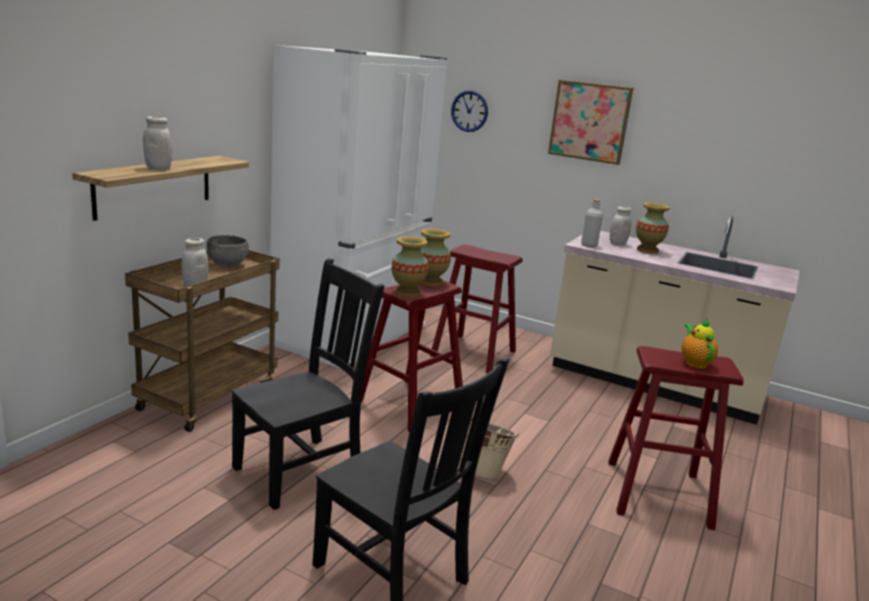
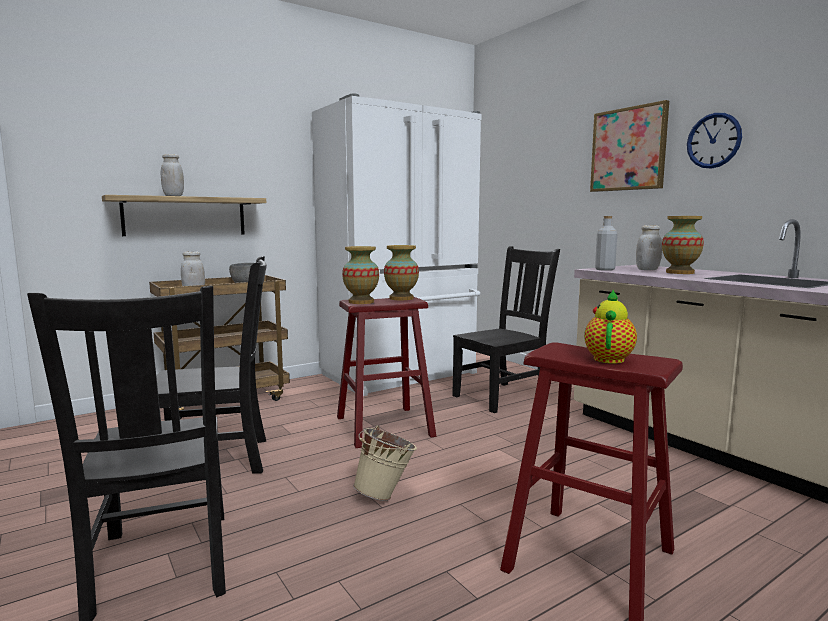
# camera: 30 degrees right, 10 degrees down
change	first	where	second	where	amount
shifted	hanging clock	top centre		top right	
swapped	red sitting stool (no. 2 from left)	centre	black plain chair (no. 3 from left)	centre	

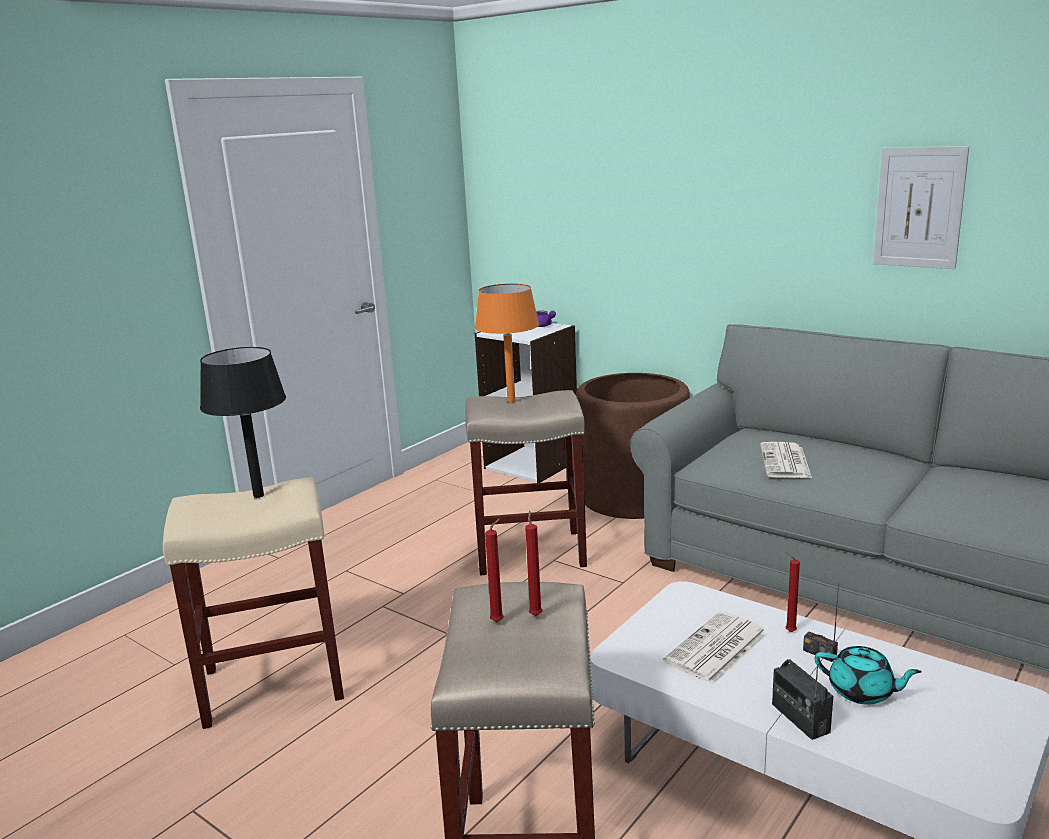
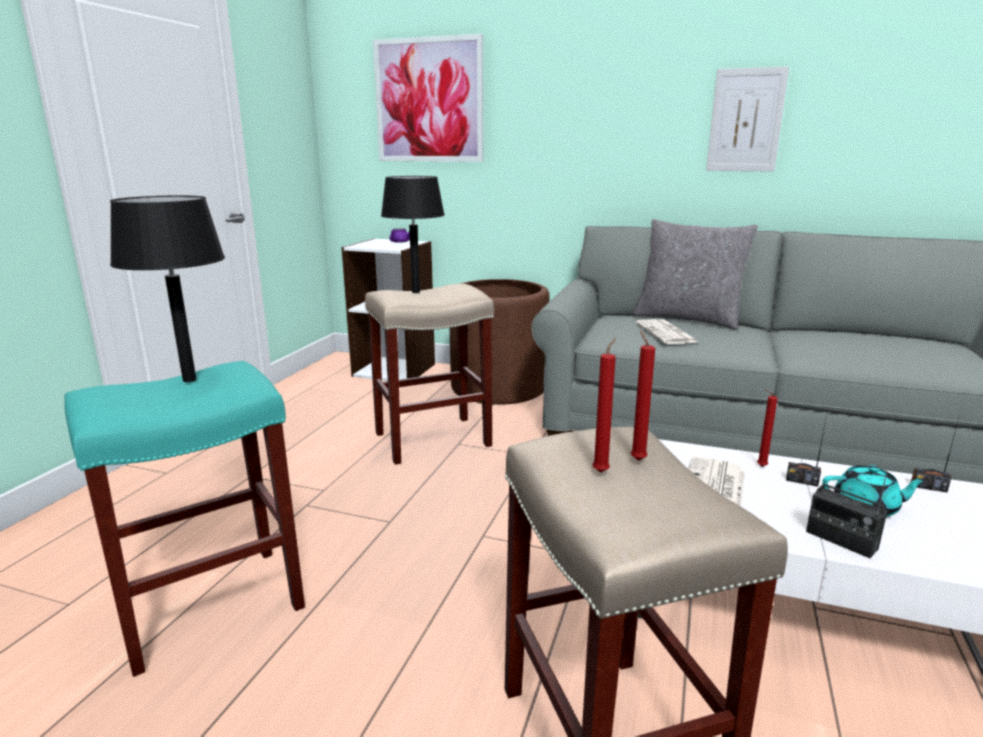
# camera: 20 degrees left, 0 degrees up
change	first	where	second	where	amount
repainted	orange tabletop lamp	centre	black tabletop lamp (no. 2 from left)	top centre	
repainted	sand-coloured sitting stool (no. 1 from left)	bottom left	turquoise-coloured sitting stool	bottom left	
new			wall picture (no. 1 from left)	top centre	
new			greyish throw pillow	middle right	
new			radio receiver (no. 3 from left)	middle right	

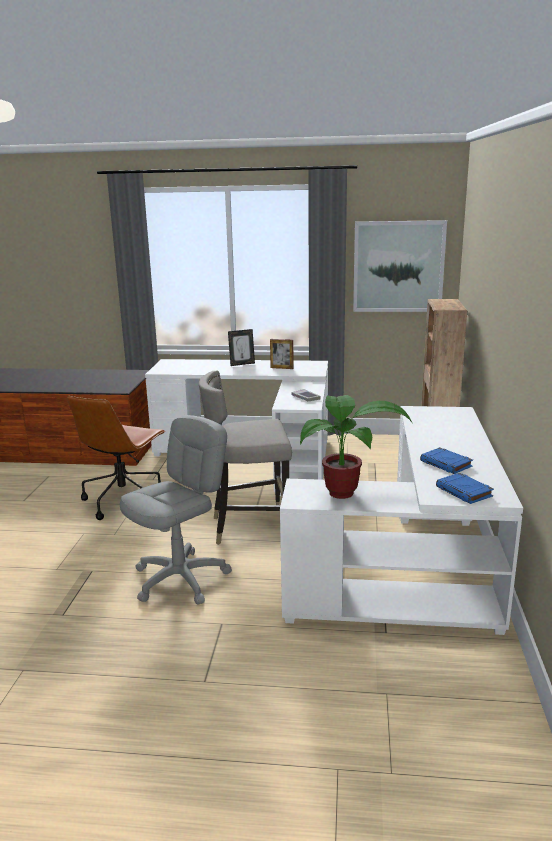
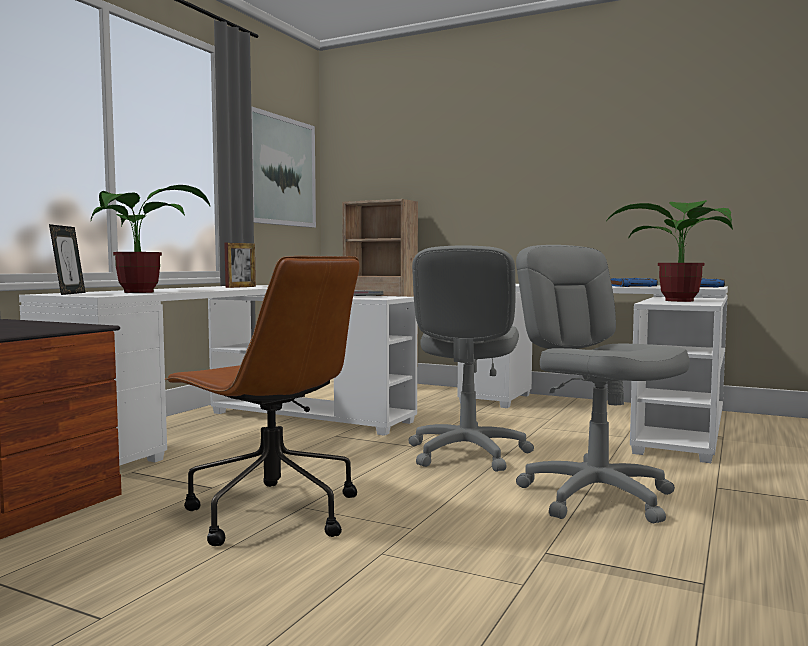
# camera: 70 degrees left, 15 degrees down
change	first	where	second	where	amount
shifted	photo frame (no. 1 from left)	centre		middle left	
swapped	greyish sitting stool	centre	greyish desk chair (no. 1 from left)	centre	
new			houseplant (no. 1 from left)	middle left	

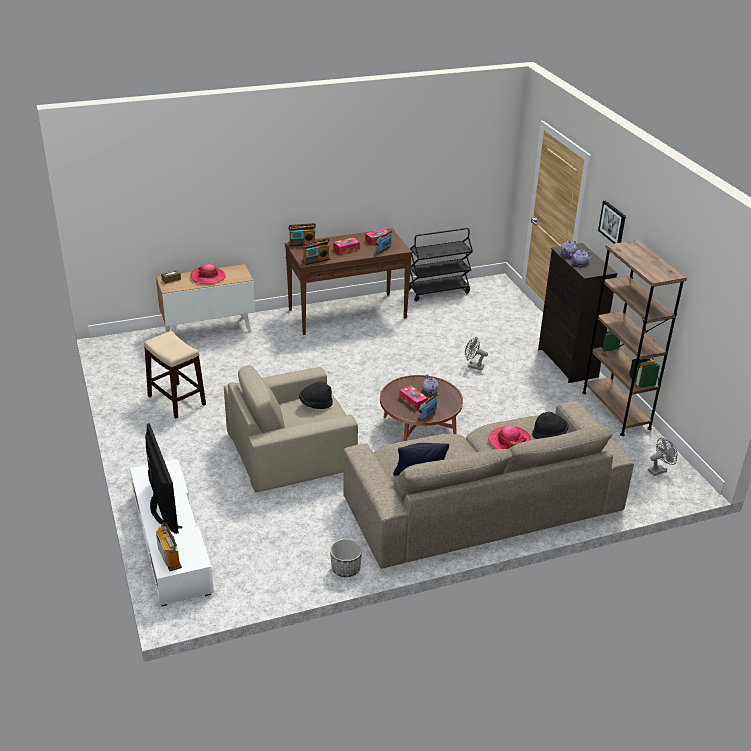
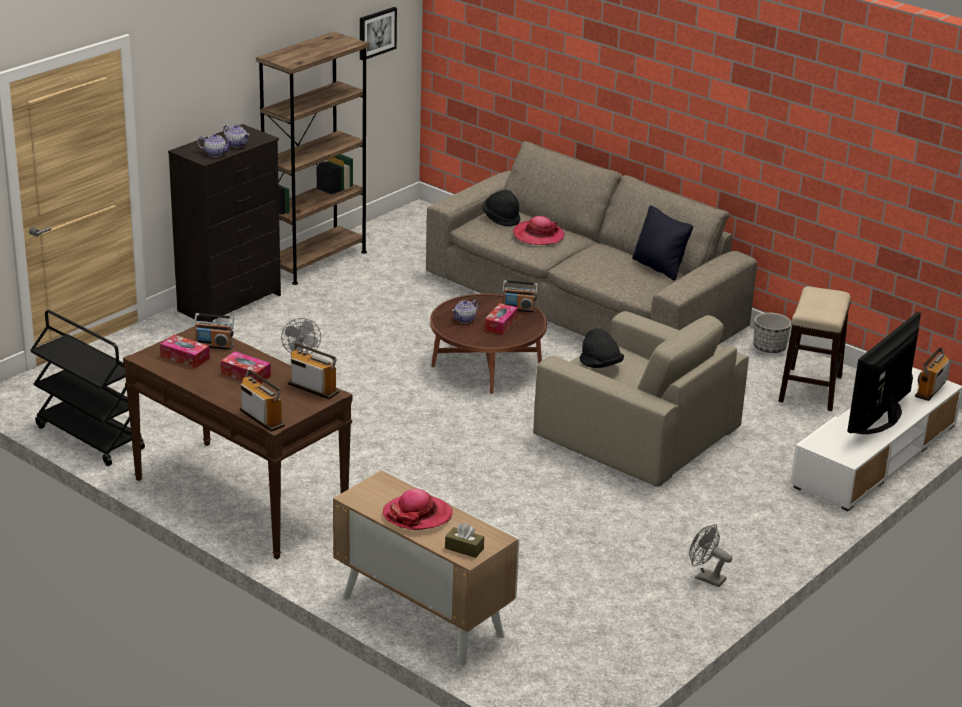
# camera: 120 degrees left, 5 degrees down
change	first	where	second	where	amount
shifted	wall picture	top right		top centre	
shifted	sitting stool	middle left		middle right	
shifted	greyish cooling fan (no. 2 from left)	middle right		bottom right	

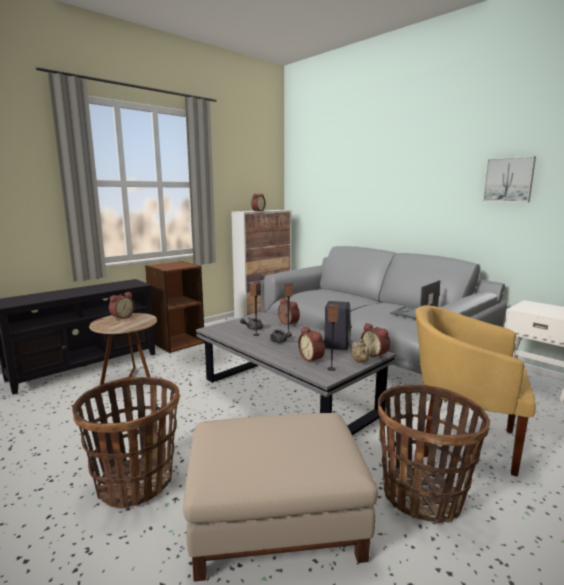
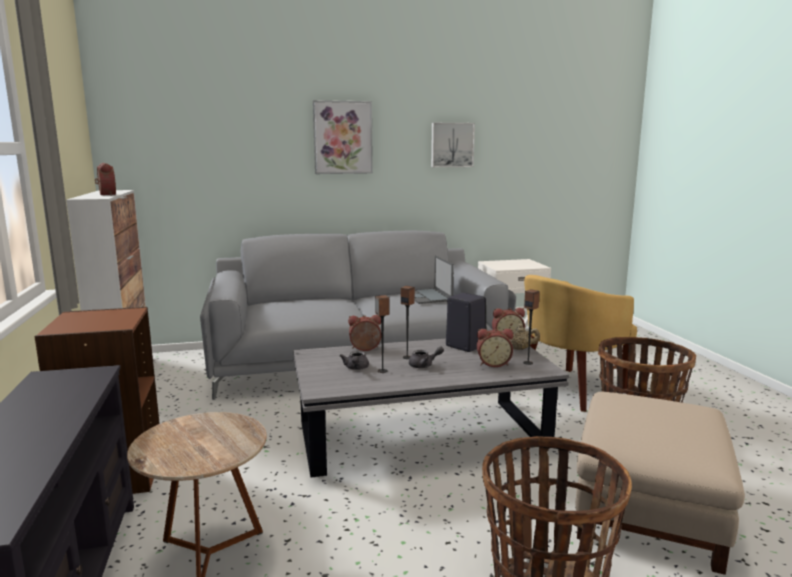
# camera: 60 degrees left, 0 degrees up
change	first	where	second	where	amount
gone	table clock (no. 1 from left)	middle left			
new			wall picture (no. 1 from left)	top centre	

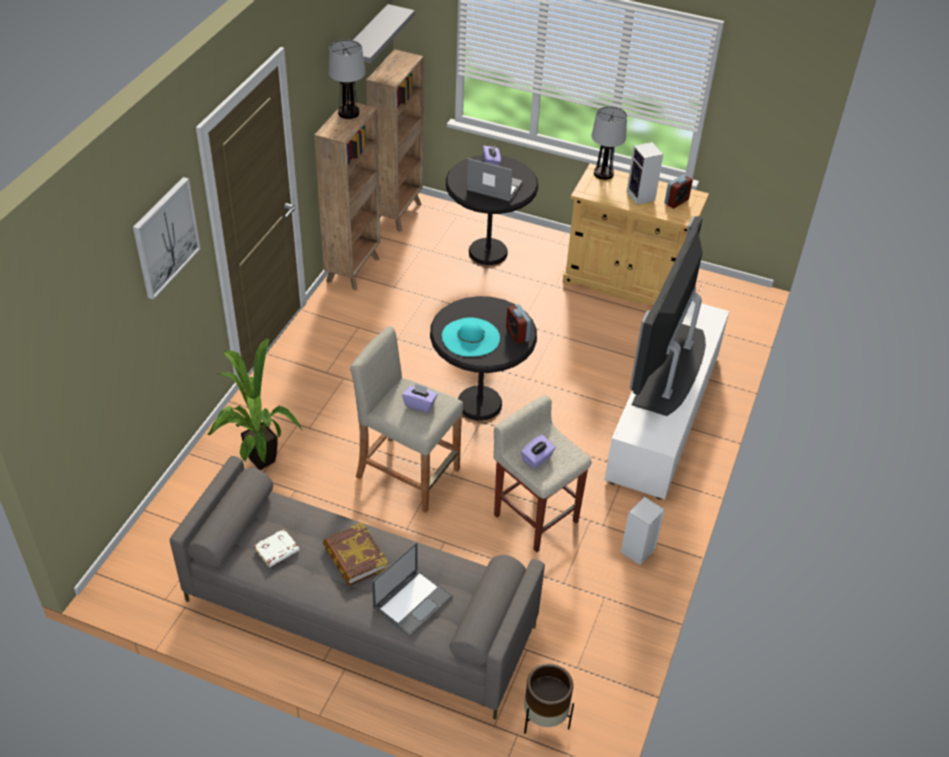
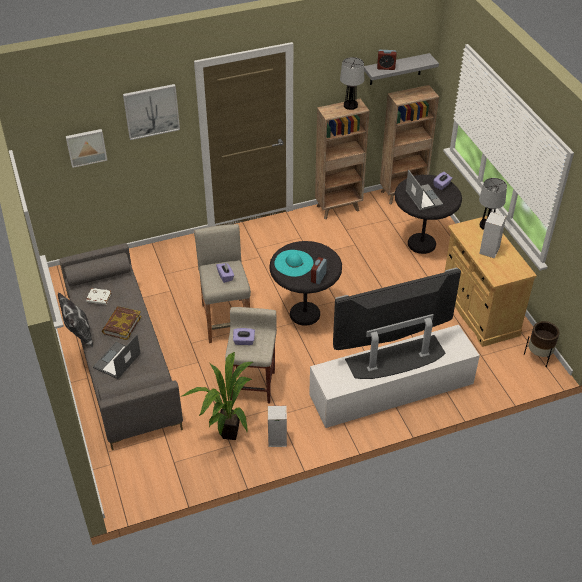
# camera: 50 degrees right, 0 degrees up
change	first	where	second	where	amount
shifted	table clock (no. 2 from left)	top right		top centre	
shifted	houseplant	middle left		bottom centre	
rotated	laptop (no. 1 from left)	bottom centre		middle left	120 degrees clockwise
shifted	brownish planter	bottom centre		middle right	
new			wall picture (no. 1 from left)	top left	
new			throw pillow	middle left	

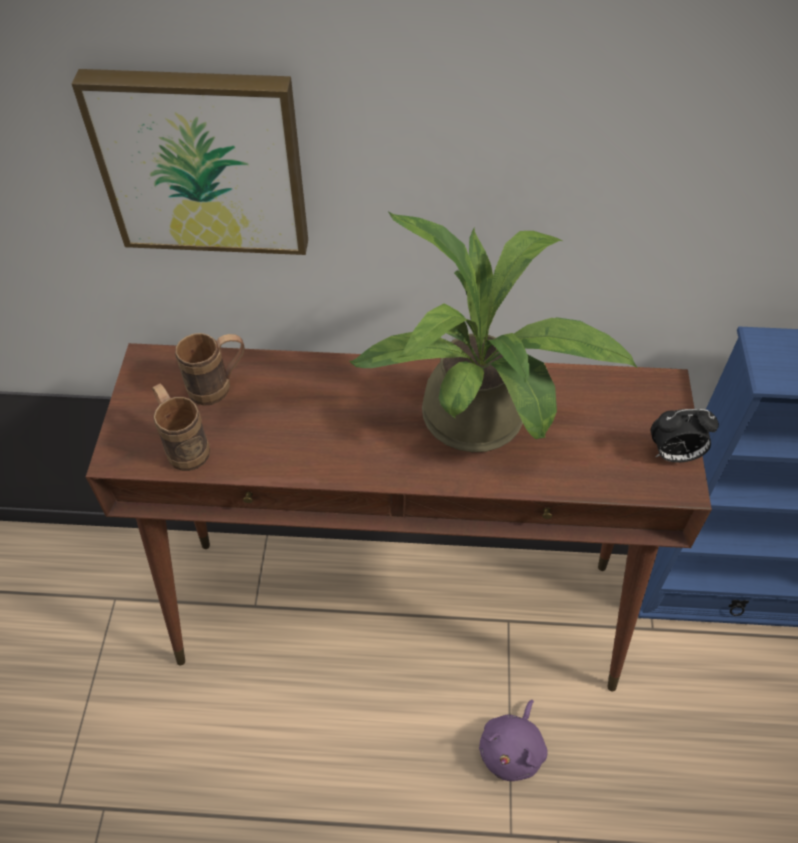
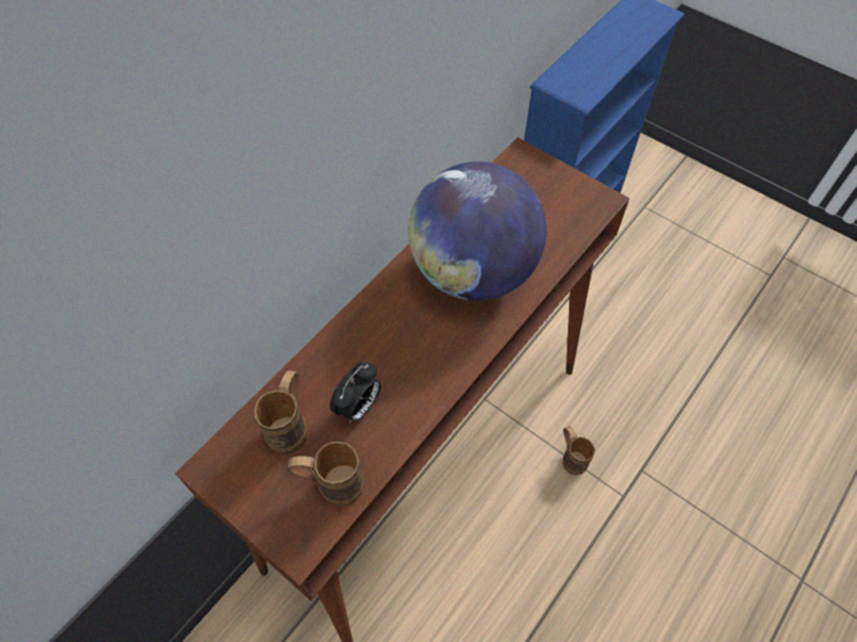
# camera: 55 degrees left, 5 degrees up
change	first	where	second	where	amount
gone	wall picture	top left			
swapped	houseplant	centre	world globe	centre	
shifted	table clock	middle right		centre	
swapped	purple cuddly toy	bottom centre	brownish tea mug (no. 3 from left)	bottom right	

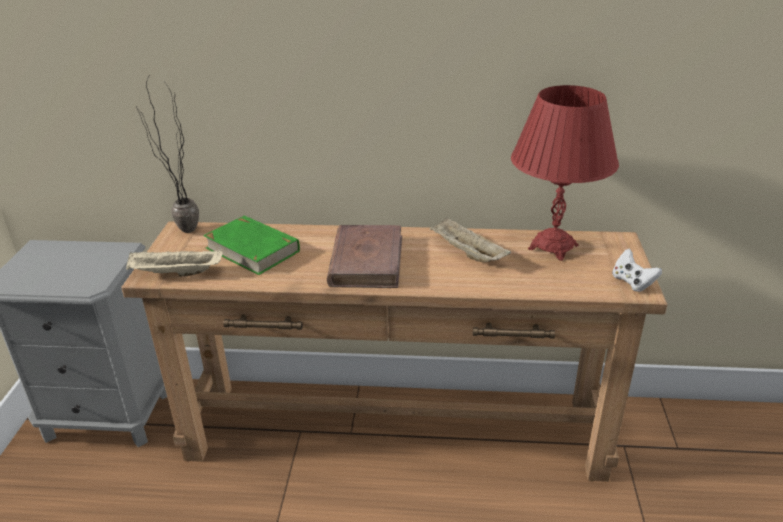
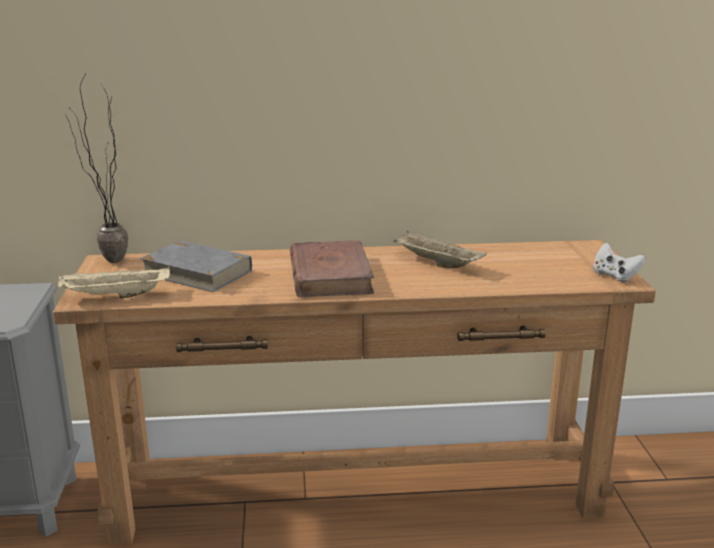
# camera: 10 degrees left, 10 degrees down
change	first	where	second	where	amount
gone	red tabletop lamp	top right			
repainted	green-coloured book	middle left	greyish book	middle left	

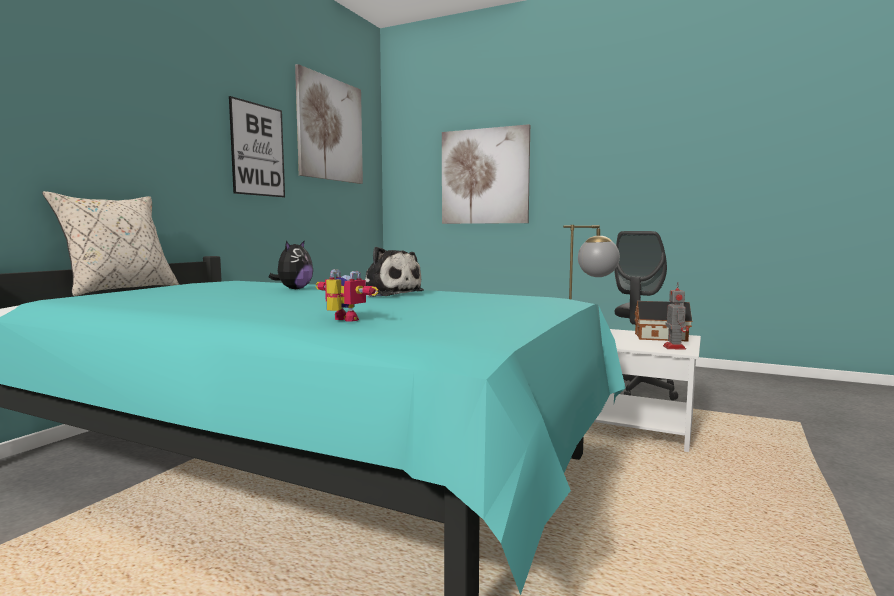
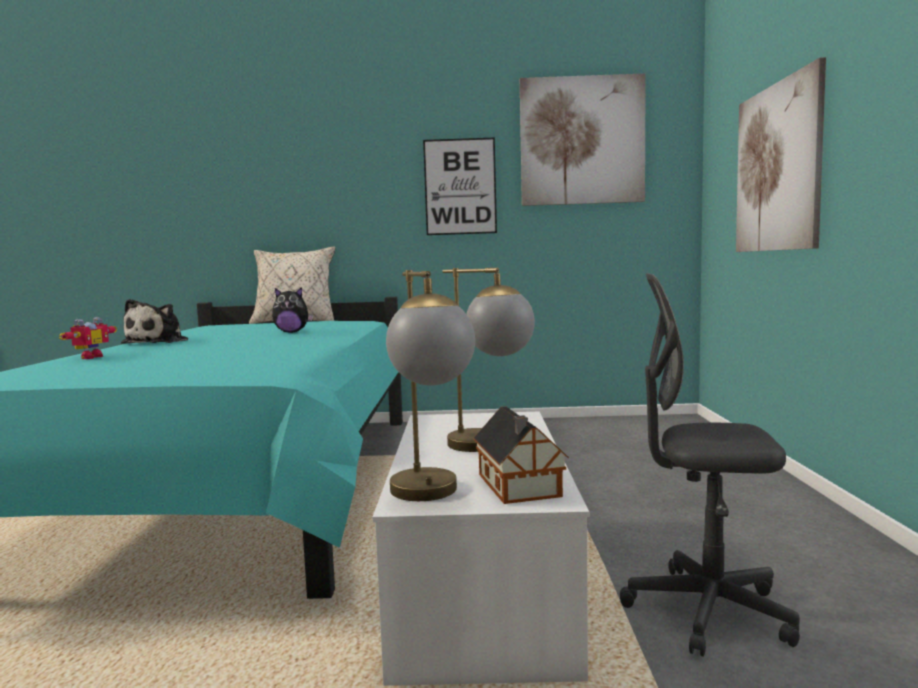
# camera: 65 degrees right, 0 degrees up
change	first	where	second	where	amount
shifted	cuddly toy (no. 2 from left in the first image)	centre	cuddly toy (no. 1 from left)	middle left	
swapped	model robot (no. 2 from left)	middle right	tabletop lamp (no. 1 from left)	centre	

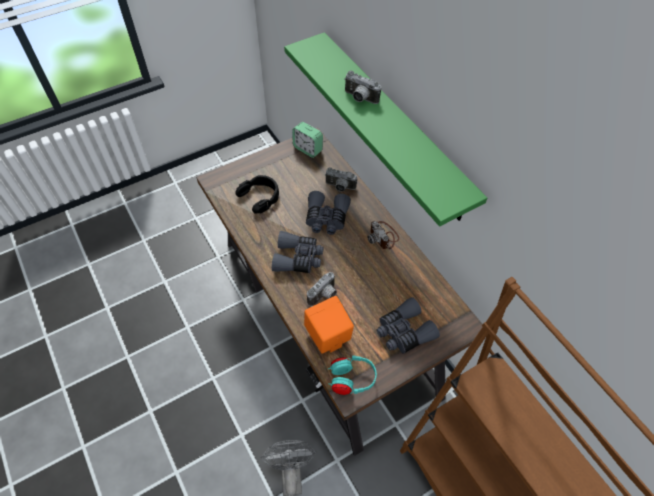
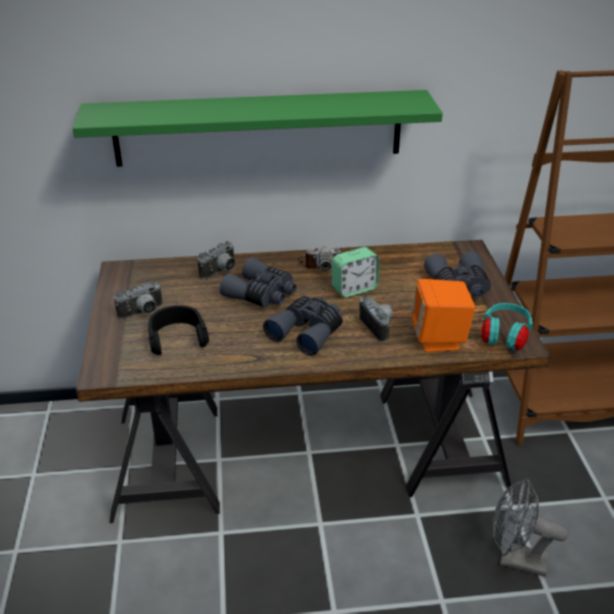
# camera: 65 degrees left, 20 degrees down
change	first	where	second	where	amount
shifted	photo camera (no. 3 from left in the first image)	top centre	photo camera (no. 1 from left)	middle left	
shifted	table clock	top centre		centre	

